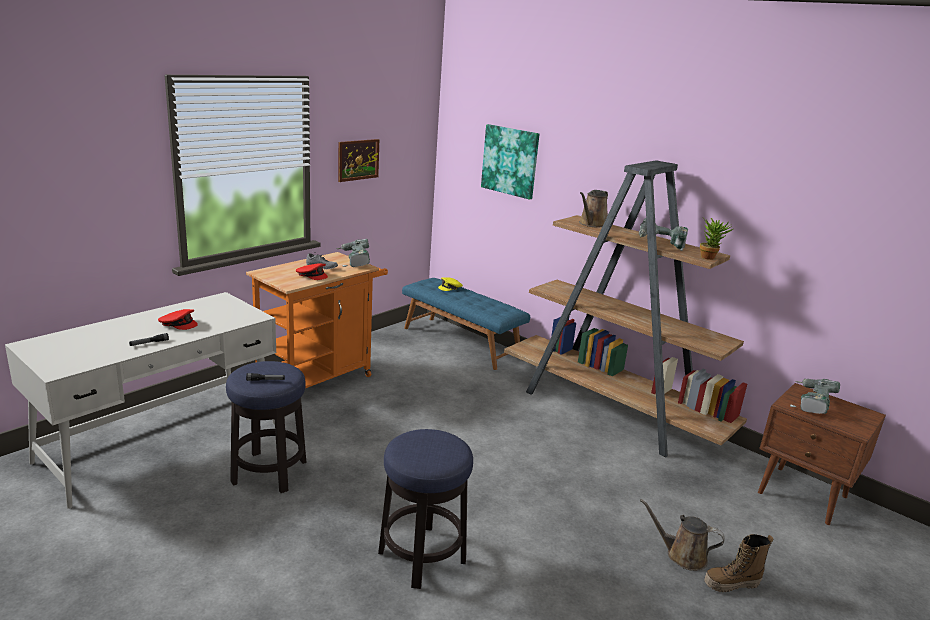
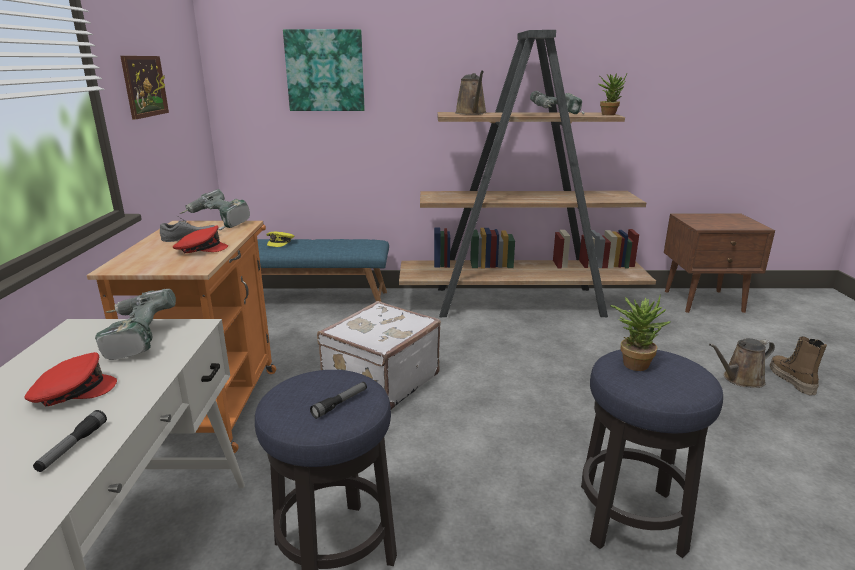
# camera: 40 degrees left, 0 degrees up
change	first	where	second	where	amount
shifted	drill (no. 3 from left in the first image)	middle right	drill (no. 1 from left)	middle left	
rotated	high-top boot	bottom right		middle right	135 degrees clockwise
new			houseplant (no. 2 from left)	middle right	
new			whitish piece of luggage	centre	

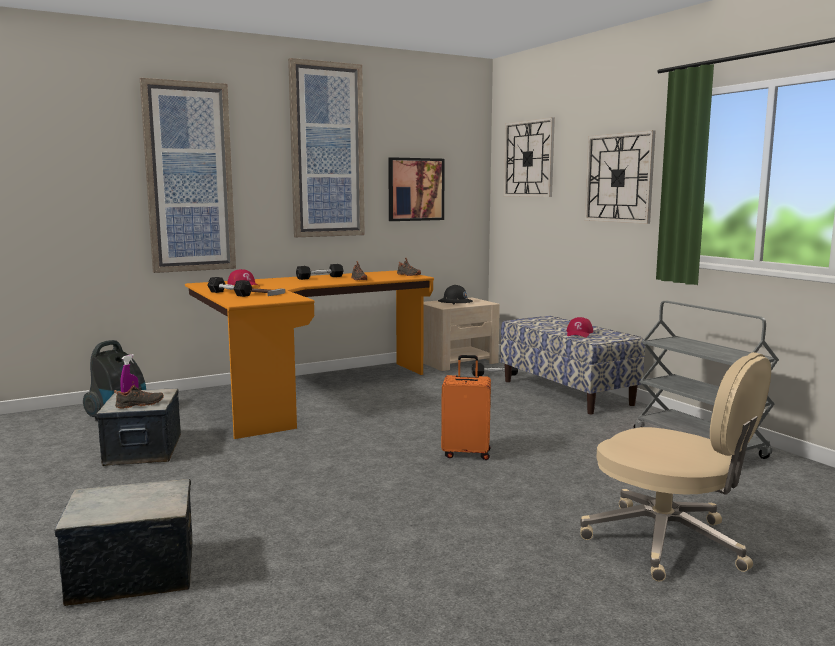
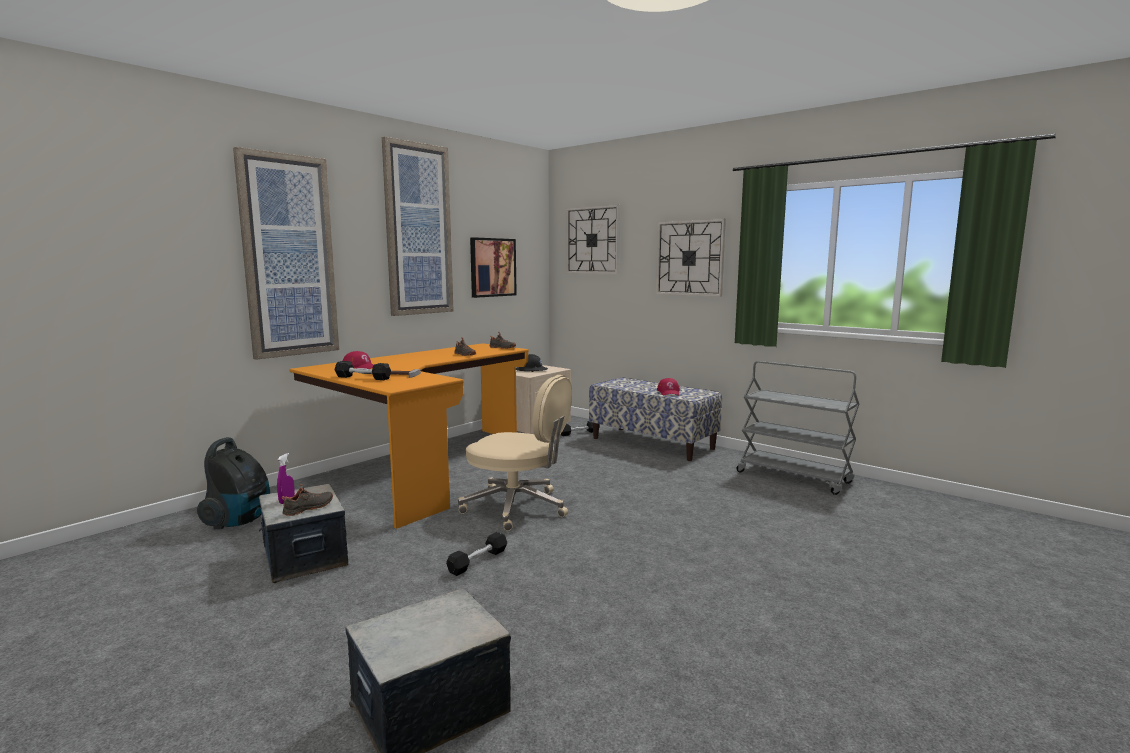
# camera: 20 degrees left, 0 degrees up
change	first	where	second	where	amount
shifted	black free weight (no. 2 from left)	centre		bottom centre	
shifted	sand-coloured desk chair	bottom right		centre	
gone	orange piece of luggage	centre			

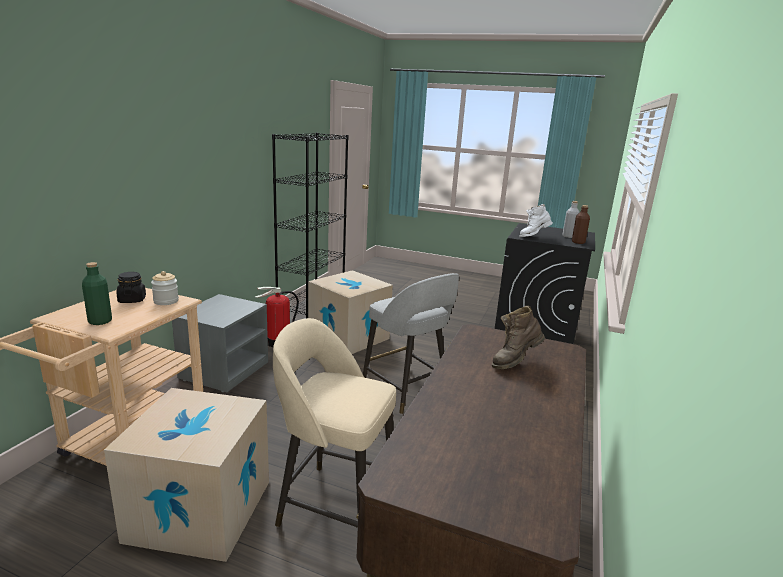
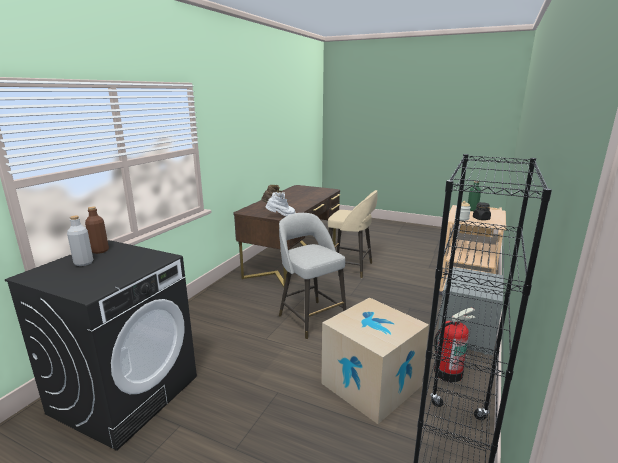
# camera: 175 degrees left, 0 degrees up
change	first	where	second	where	amount
shifted	whitish high-top boot	middle right		centre	
gone	packing box (no. 1 from left)	bottom left			

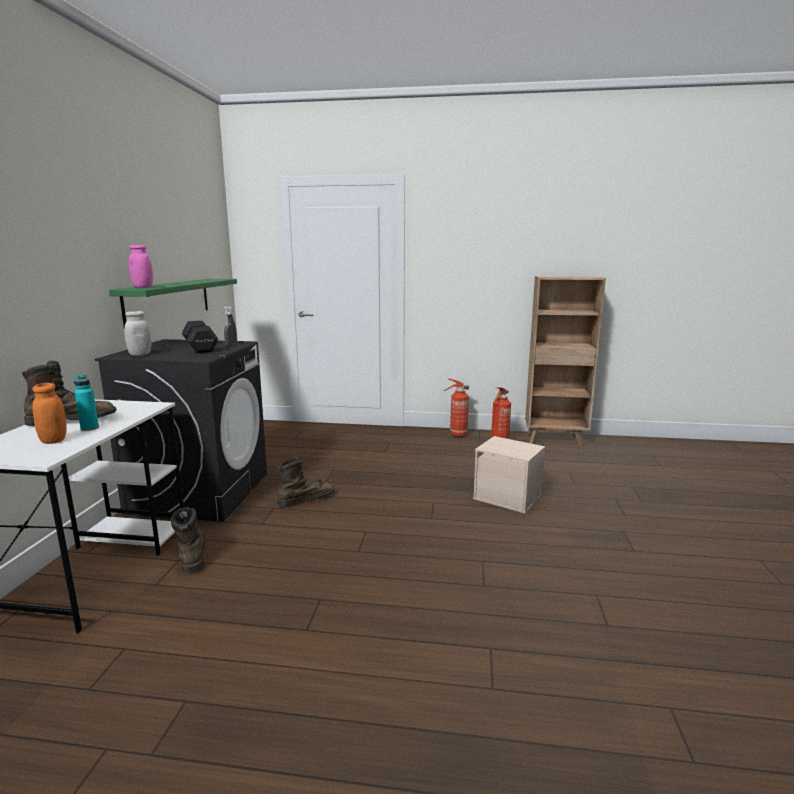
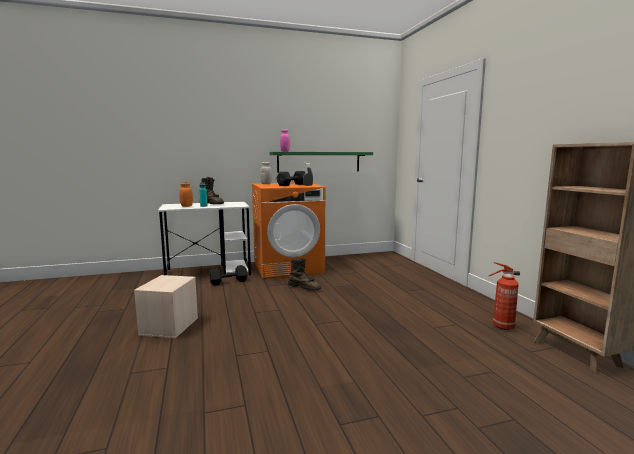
# camera: 65 degrees right, 5 degrees down
change	first	where	second	where	amount
repainted	black washing machine	middle left	orange washing machine	centre	
gone	extinguisher (no. 1 from left)	centre			
shifted	sand-coloured storage bin	centre		bottom left	
swapped	brownish high-top boot (no. 2 from left)	bottom left	black free weight (no. 1 from left)	centre	

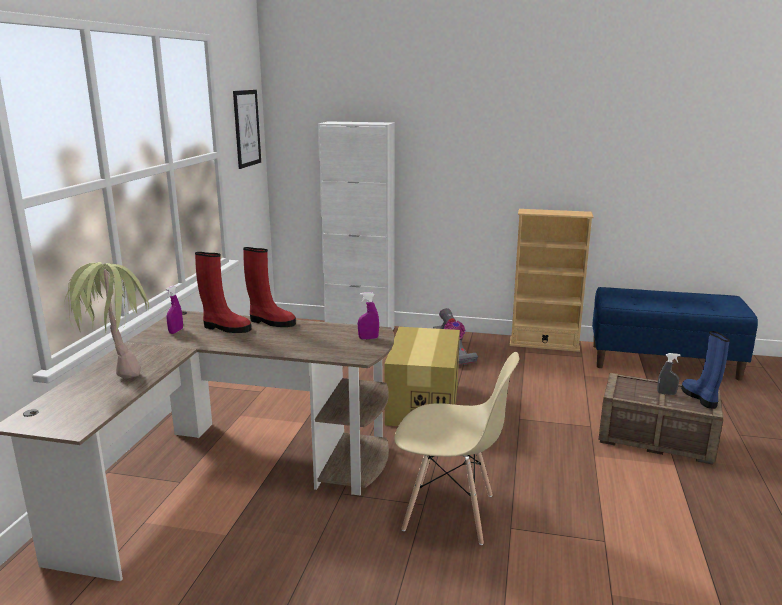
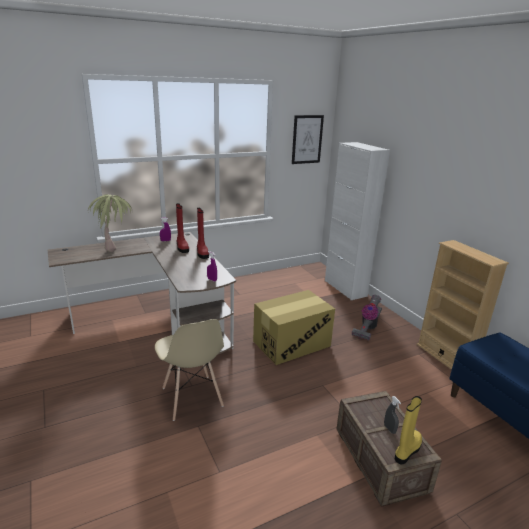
# camera: 50 degrees right, 5 degrees up
change	first	where	second	where	amount
repainted	bluish high-top boot	middle right	yellowish high-top boot	bottom right	

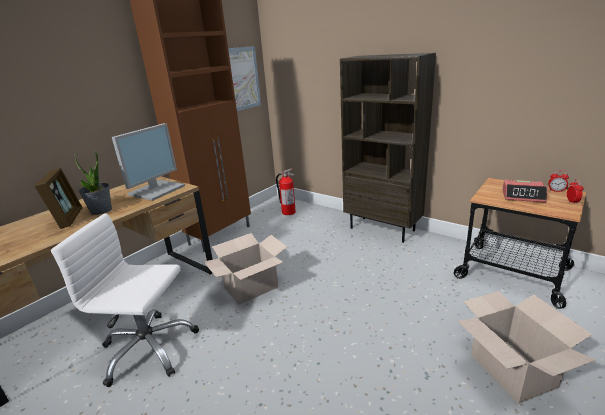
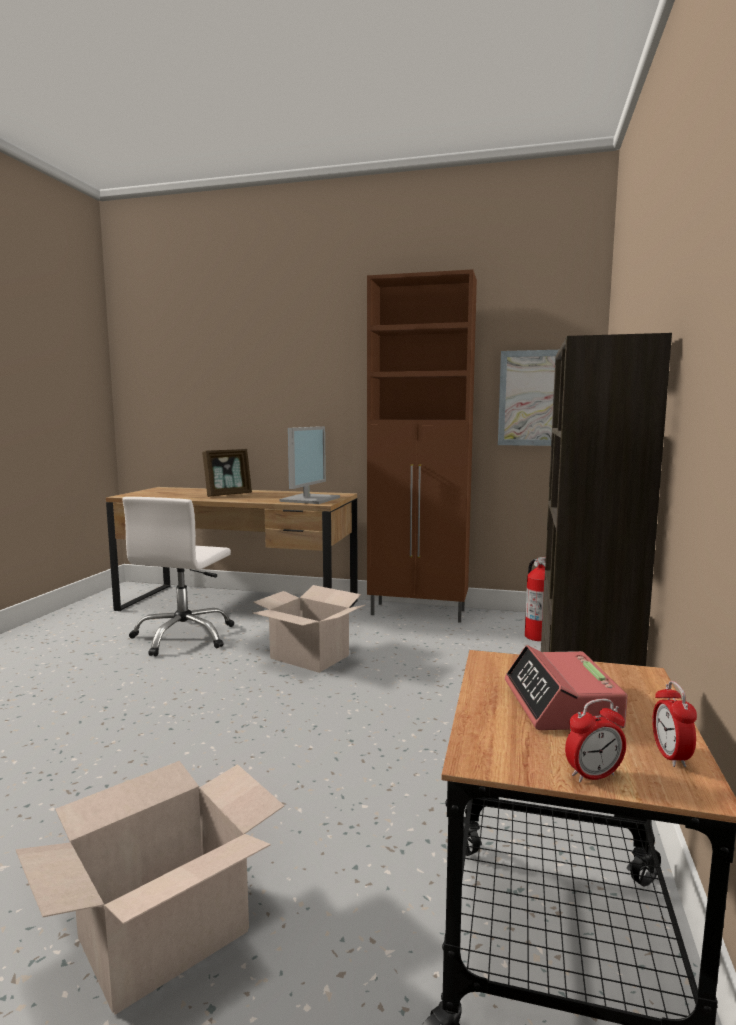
# camera: 65 degrees right, 15 degrees down
change	first	where	second	where	amount
rotated	monitor	middle left		centre	75 degrees counterclockwise
gone	houseplant	middle left			
rotated	whitish desk chair	bottom left		middle left	150 degrees counterclockwise

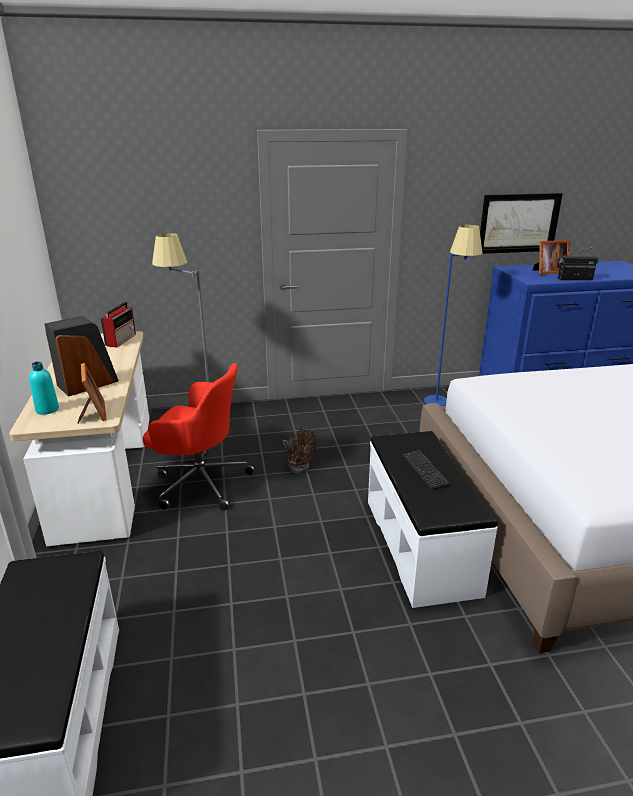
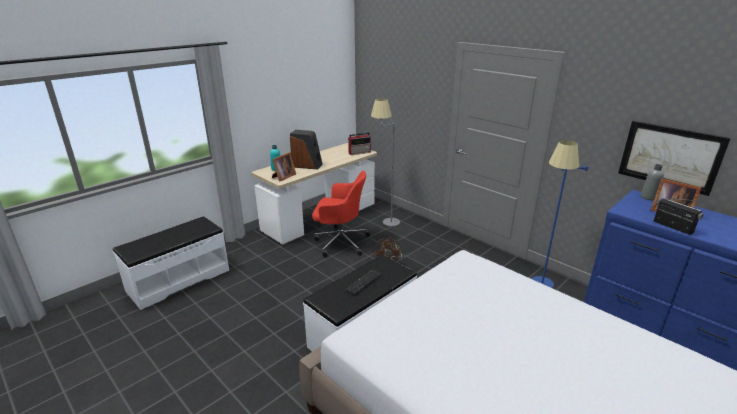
# camera: 55 degrees right, 0 degrees up
change	first	where	second	where	amount
rotated	red desk chair	middle left		centre	60 degrees counterclockwise
new			greyish beverage bottle	middle right	

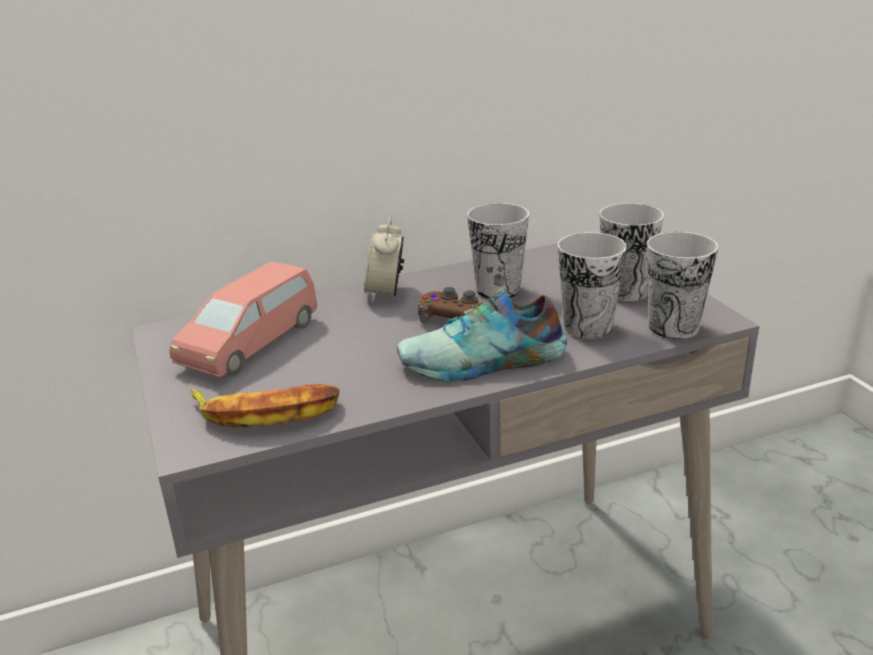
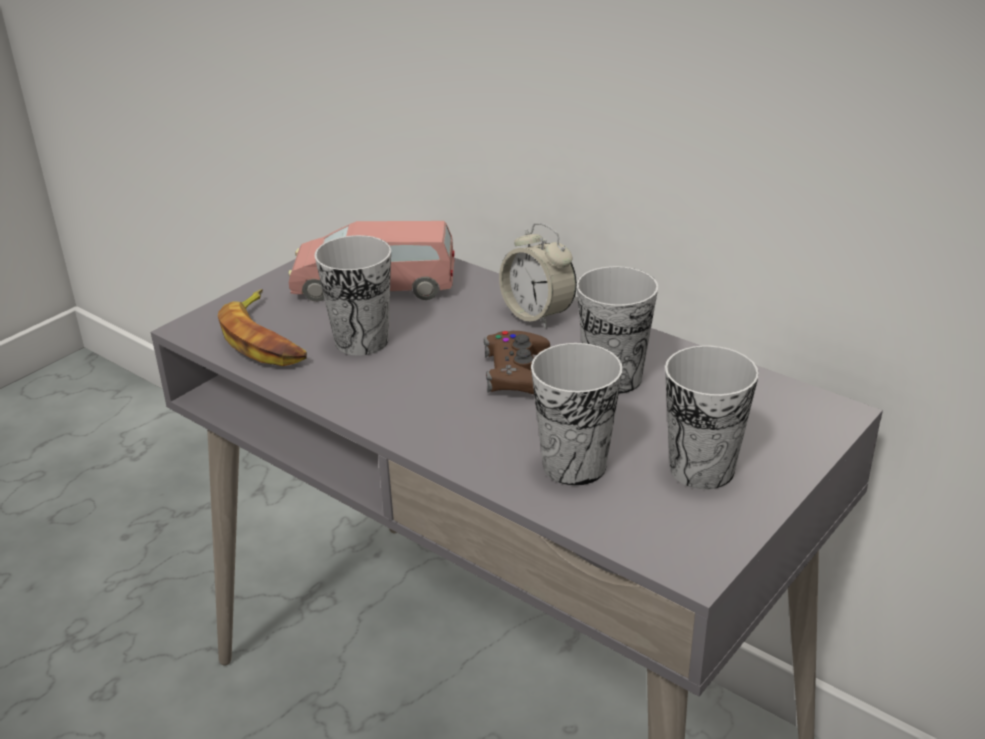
# camera: 60 degrees right, 5 degrees up
change	first	where	second	where	amount
rotated	table clock	centre		centre	105 degrees counterclockwise
shifted	drinking cup (no. 4 from left in the first image)	middle right	drinking cup (no. 1 from left)	centre	
gone	item of footwear	centre			

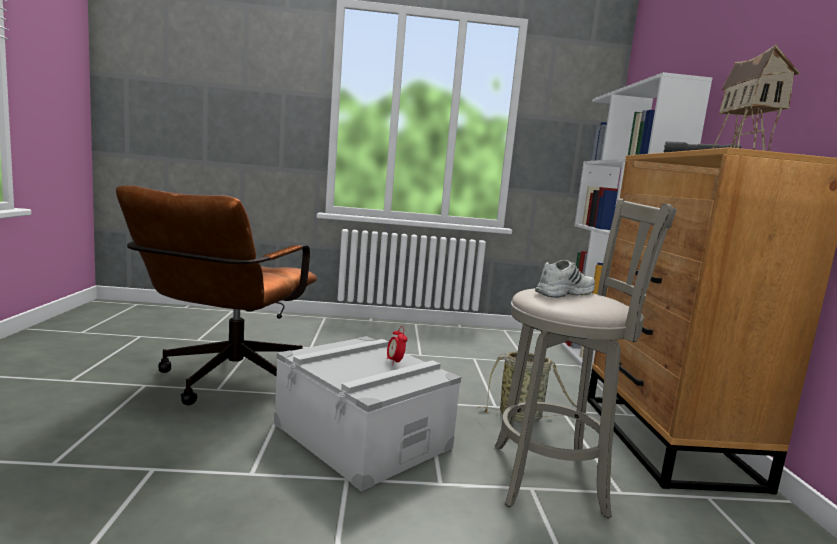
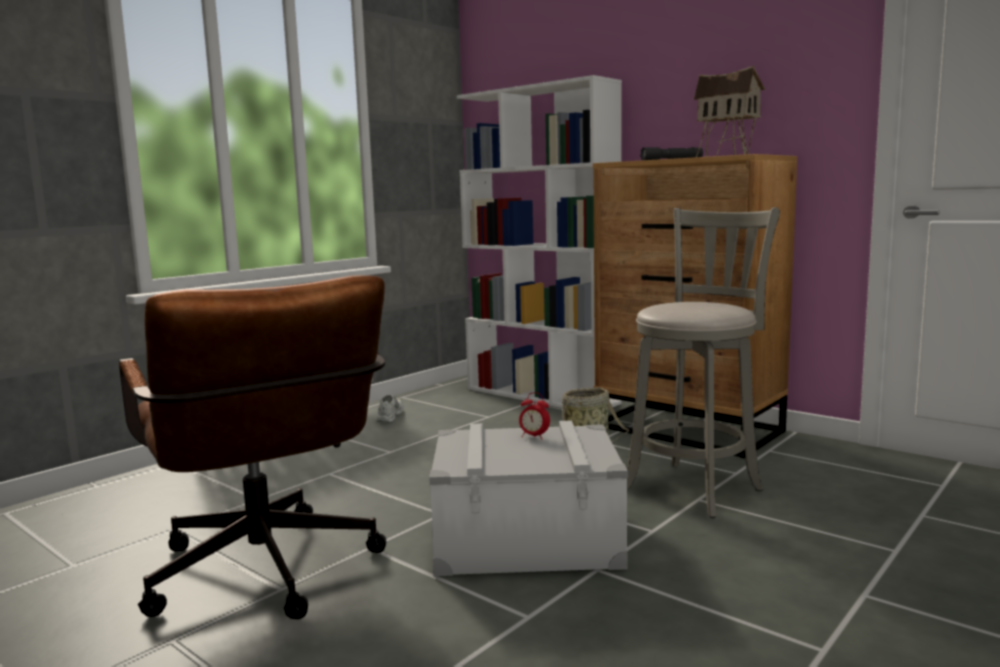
# camera: 45 degrees left, 0 degrees up
change	first	where	second	where	amount
shifted	whitish item of footwear	middle right		centre	

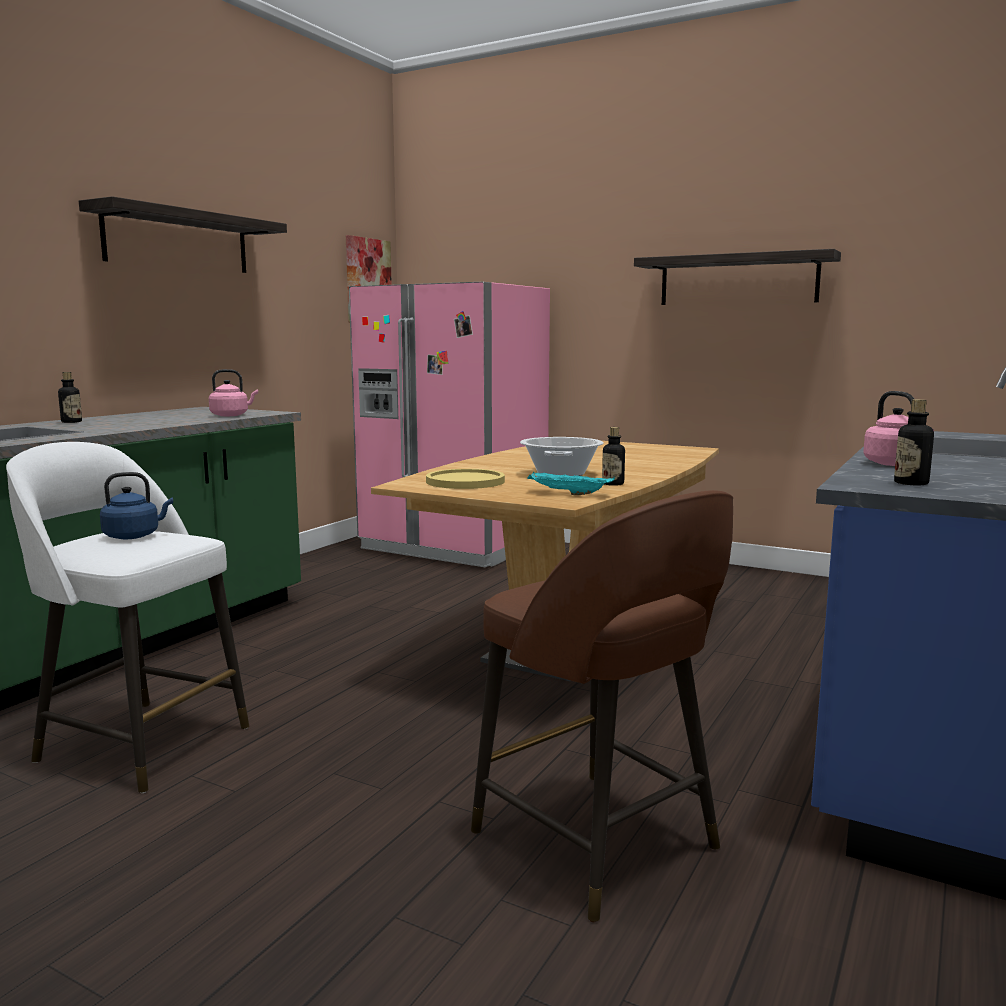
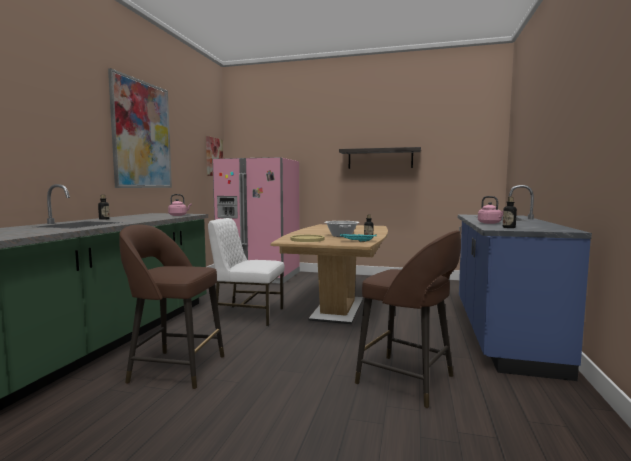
# camera: 15 degrees left, 5 degrees down
change	first	where	second	where	amount
swapped	bracket shelf (no. 1 from left)	top left	wall picture (no. 1 from left)	top left	
repainted	whitish sitting stool	middle left	brownish sitting stool (no. 1 from left)	middle left	
gone	bluish kettle	middle left			
new			whitish plain chair	centre	

